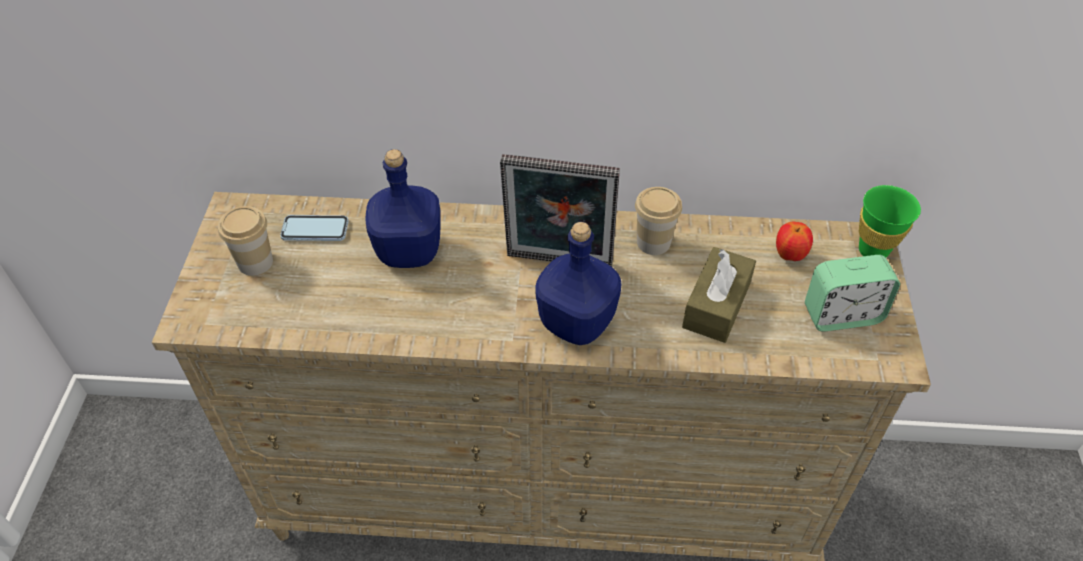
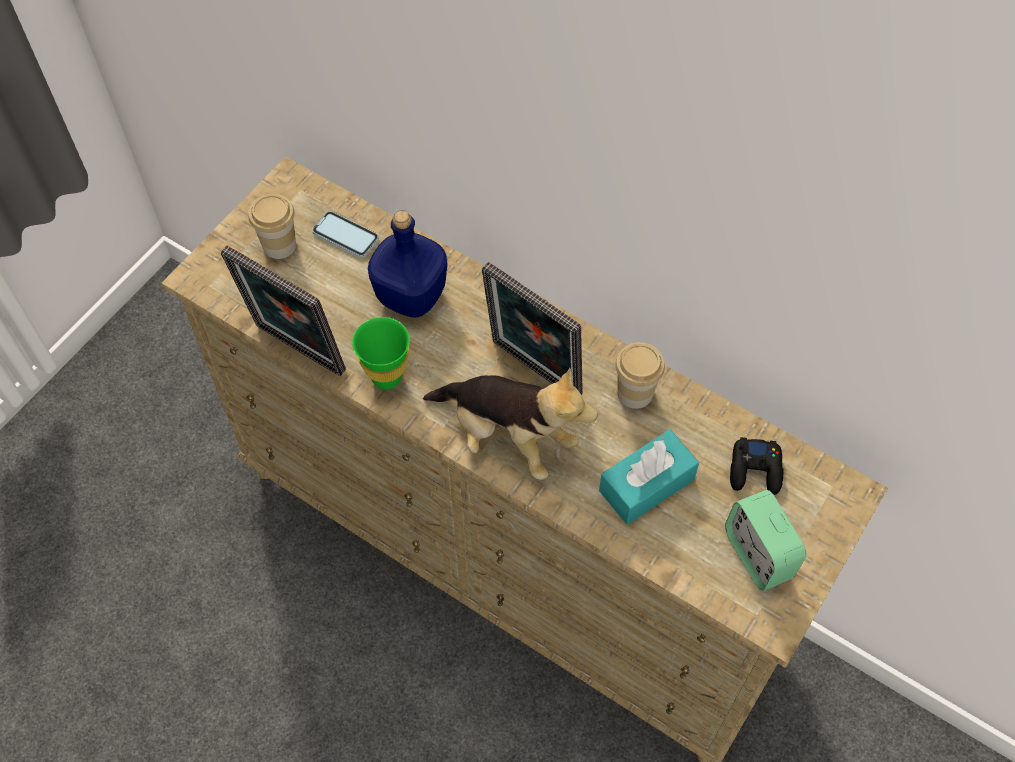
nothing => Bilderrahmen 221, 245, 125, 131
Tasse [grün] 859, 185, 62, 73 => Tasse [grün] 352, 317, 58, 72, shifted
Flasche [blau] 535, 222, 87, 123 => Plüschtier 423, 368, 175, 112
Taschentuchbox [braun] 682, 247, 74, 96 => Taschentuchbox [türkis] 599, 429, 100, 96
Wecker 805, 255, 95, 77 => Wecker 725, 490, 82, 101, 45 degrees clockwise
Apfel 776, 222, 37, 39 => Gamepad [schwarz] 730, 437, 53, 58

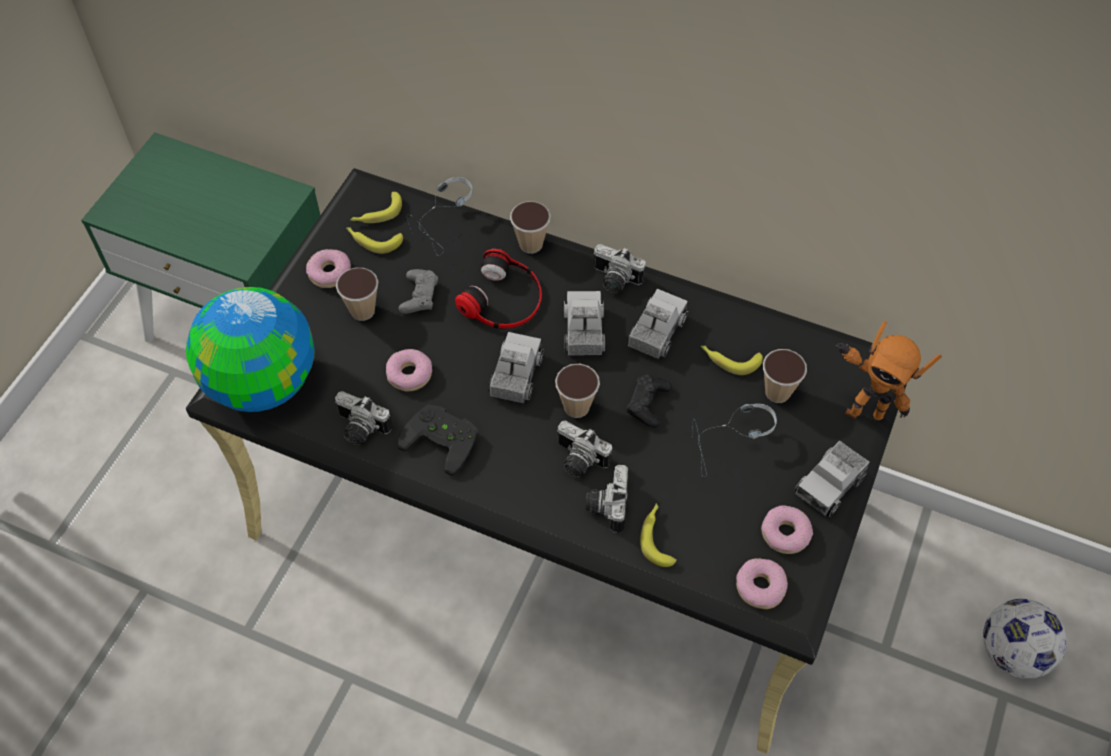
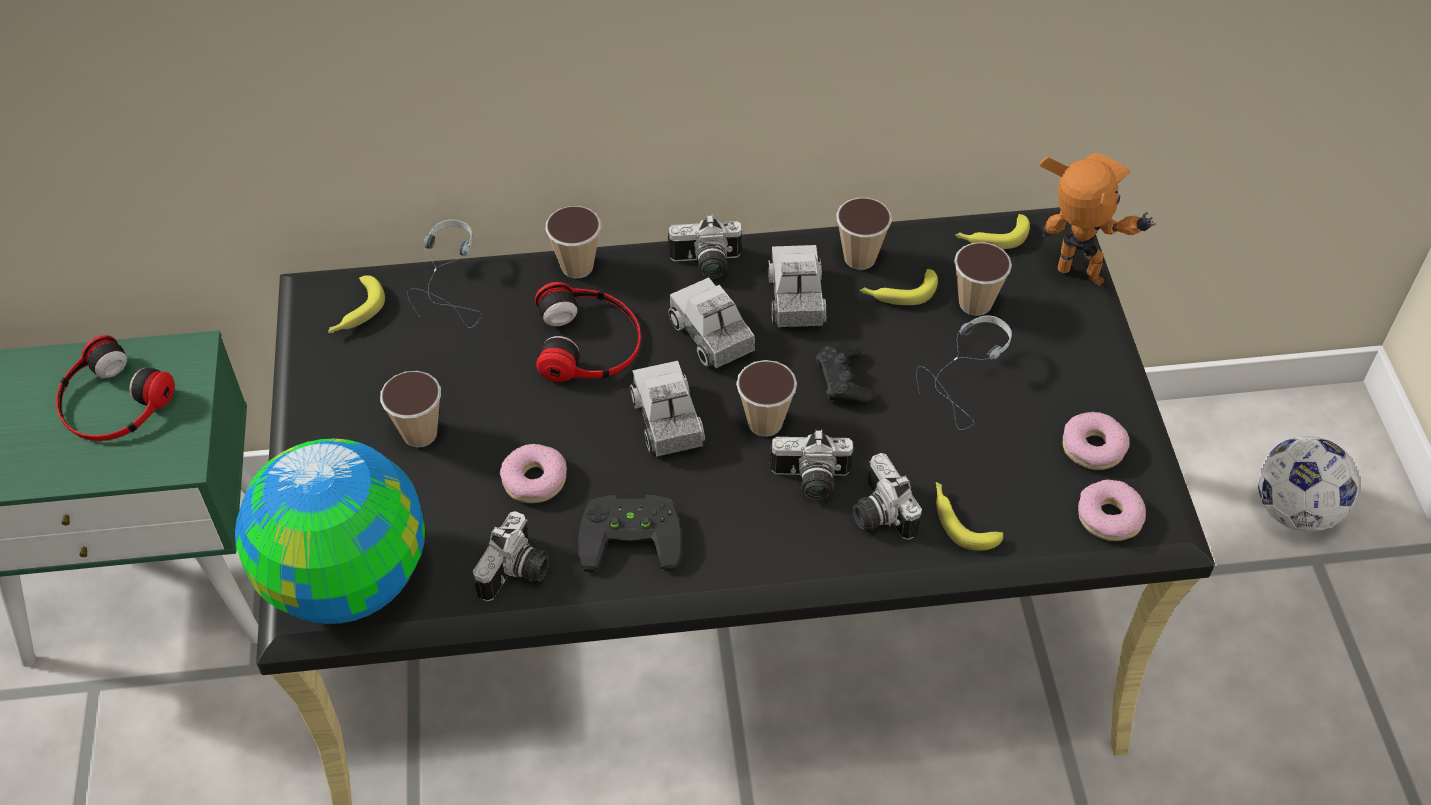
nothing => Kopfhörer 56, 335, 119, 106
Kamera 335, 391, 57, 54 => Kamera 472, 511, 78, 91, 60 degrees counterclockwise
nothing => Tasse 836, 198, 56, 72
Banane 346, 228, 57, 26 => Banane 955, 214, 75, 35, shifted
Spielzeugroboter 836, 321, 106, 99 => Spielzeugroboter 1039, 153, 117, 133, 135 degrees counterclockwise
Donut 306, 249, 45, 39 => nothing
Gamepad [grau] 399, 269, 39, 45 => nothing
Spielzeuglaster 794, 441, 75, 76 => nothing

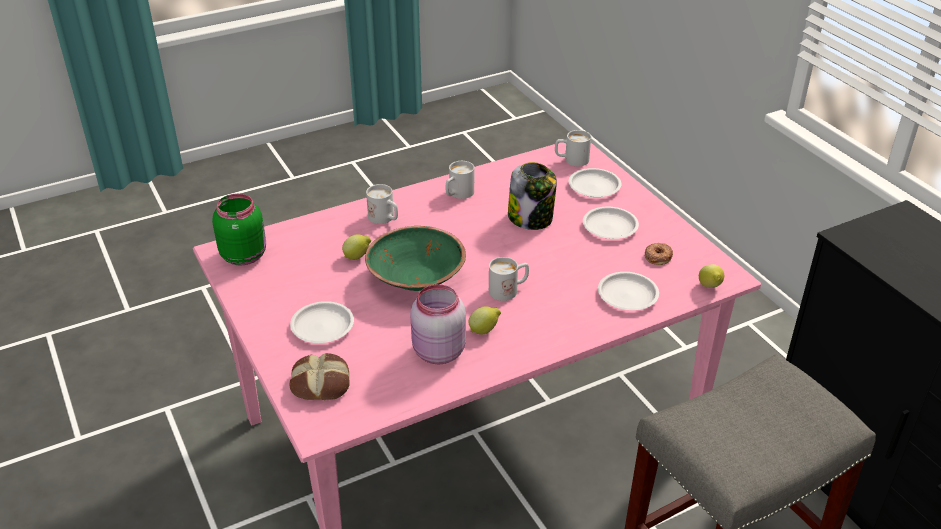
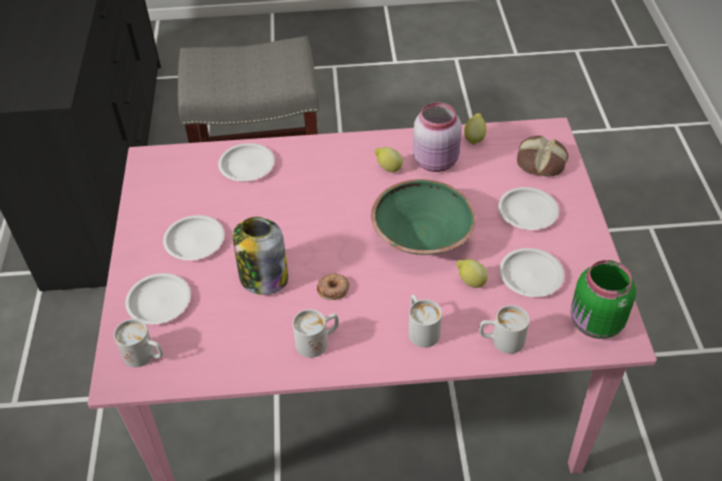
Donut 645, 243, 28, 22 => Donut 317, 273, 33, 27, shifted
Zitrone 699, 264, 25, 24 => Zitrone 464, 113, 22, 32, shifted
Henkelbecher [weiß] 489, 257, 40, 44 => Henkelbecher [weiß] 479, 305, 51, 49, shifted
nothing => Teller [weiß] 499, 248, 65, 49

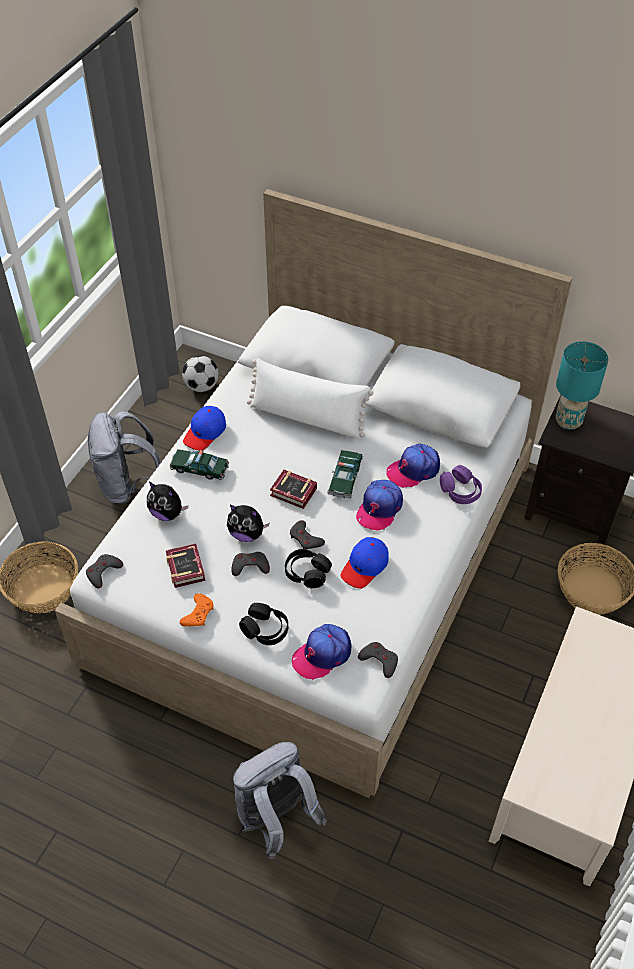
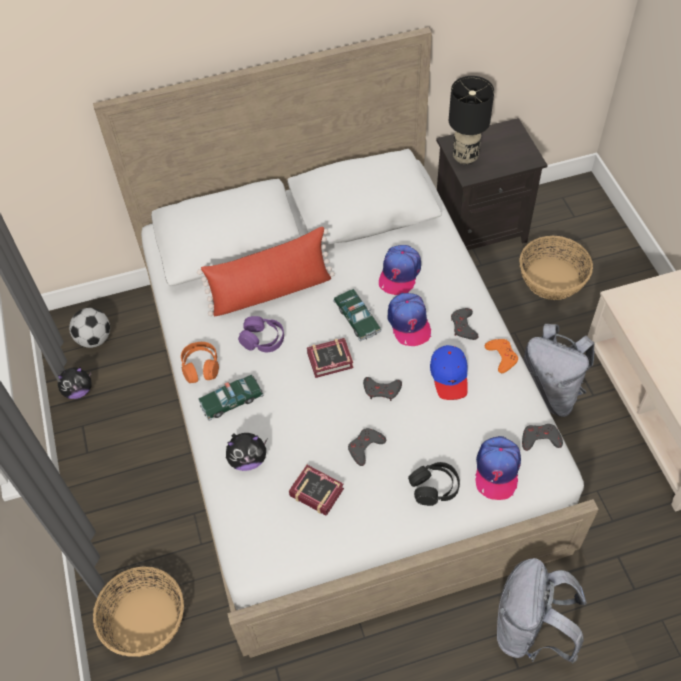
Plüschtier 227, 505, 42, 37 => Plüschtier 58, 367, 34, 32, shifted
Kappe [blau] 183, 406, 43, 45 => Kopfhörer [orange] 181, 342, 38, 41
Kissen [weiß] 247, 358, 127, 80 => Kissen [rot] 197, 227, 138, 89
Kopfhörer [lila] 440, 465, 42, 39 => Kopfhörer [lila] 238, 316, 46, 36, shifted
Tischlampe [türkis] 556, 341, 52, 89 => Tischlampe [schwarz] 449, 76, 45, 88
Gamepad [grau] 86, 554, 37, 35 => Gamepad [grau] 451, 308, 28, 32, shifted
Gamepad [orange] 180, 593, 34, 34 => Gamepad [orange] 485, 339, 33, 34, shifted
Rucksack [grau] 88, 411, 73, 93 => Rucksack [grau] 523, 324, 72, 93, shifted
Kopfhörer [schwarz] 285, 549, 47, 39 => nothing

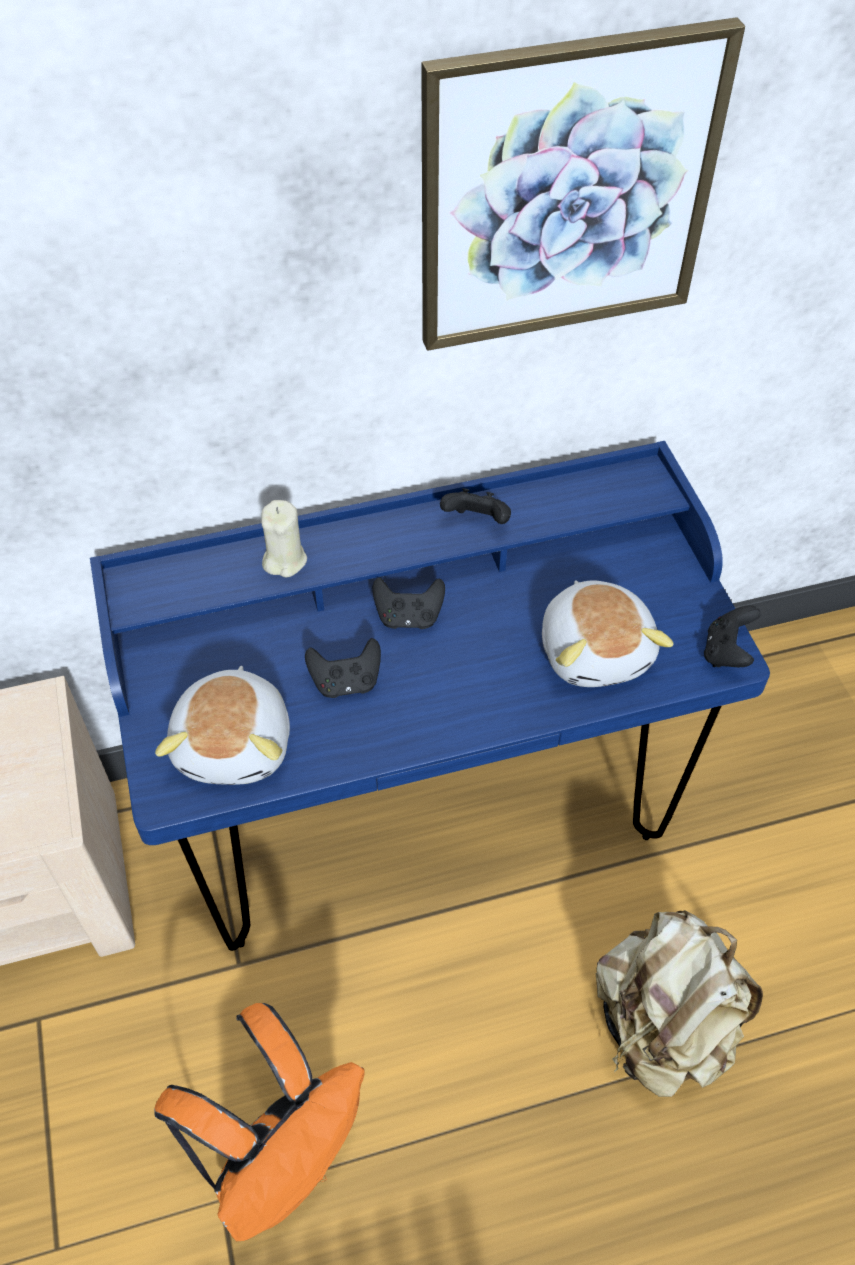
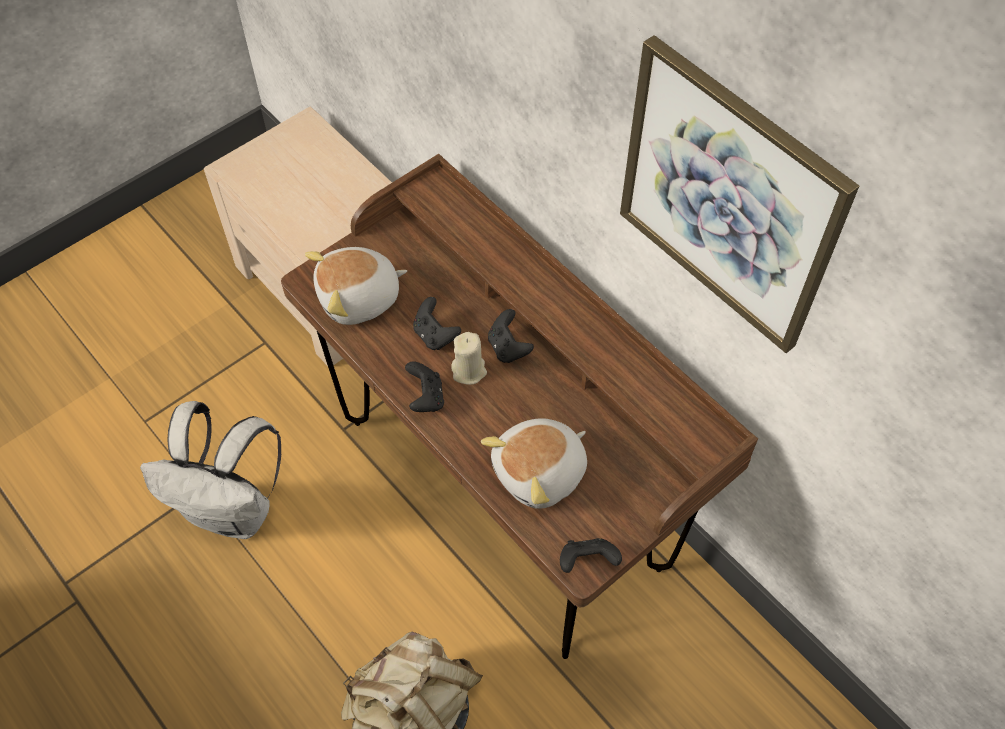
Rucksack [orange] 154, 1003, 211, 238 => Rucksack [weiß] 140, 401, 141, 138
Schreibtisch [blau] 90, 441, 680, 510 => Schreibtisch [braun] 281, 154, 477, 505
Gamepad [schwarz] 440, 488, 71, 36 => Gamepad [schwarz] 405, 362, 39, 50, shifted
Kerze [beige] 261, 500, 46, 77 => Kerze [beige] 451, 332, 36, 53, shifted

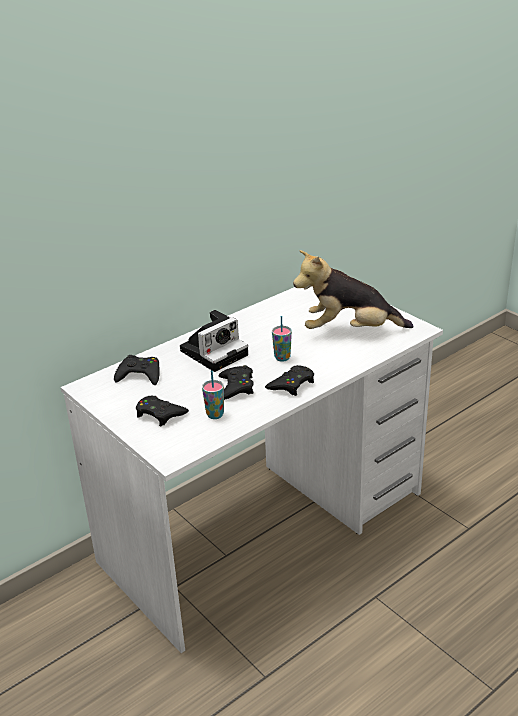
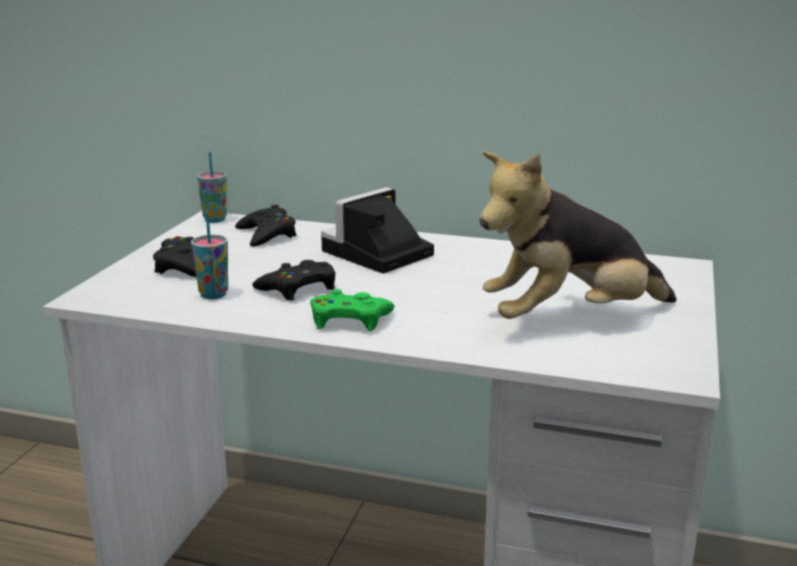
Tasse 272, 316, 20, 46 => Tasse 197, 152, 30, 71, shifted
Gamepad [schwarz] 265, 365, 49, 31 => Gamepad [grün] 310, 289, 85, 43
Kamera 180, 310, 68, 62 => Kamera 321, 187, 113, 87, 120 degrees clockwise
Plüschtier 293, 250, 120, 79 => Plüschtier 479, 151, 198, 168, 75 degrees counterclockwise

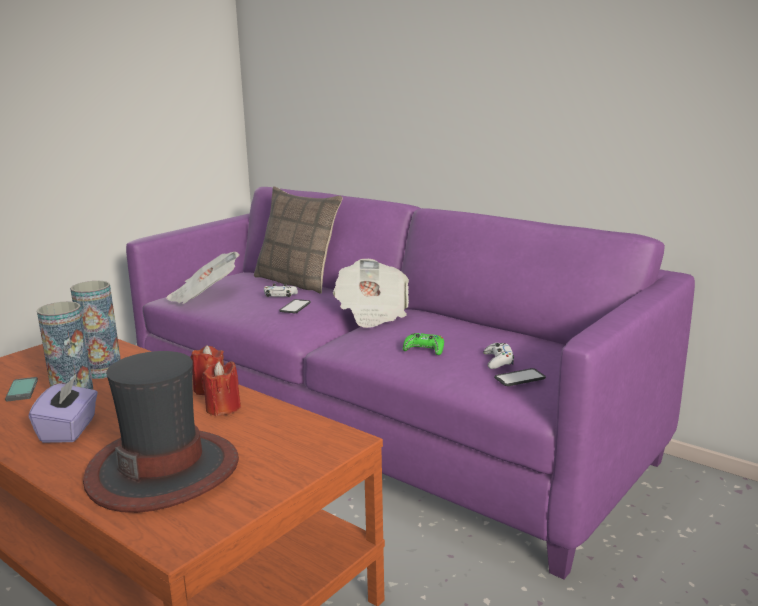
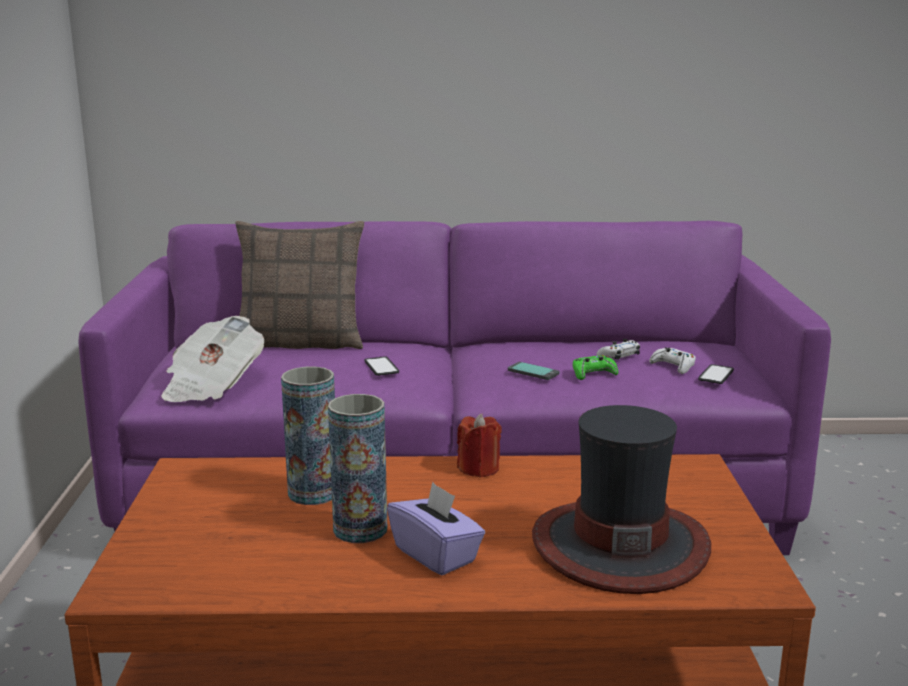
Handy 5, 377, 33, 25 => Handy 508, 362, 51, 18, shifted
Gamepad [weiß] 264, 284, 34, 13 => Gamepad [weiß] 597, 339, 43, 21, shifted
Kerze [rot] 202, 361, 39, 55 => nothing
Zeitung 333, 259, 76, 69 => nothing

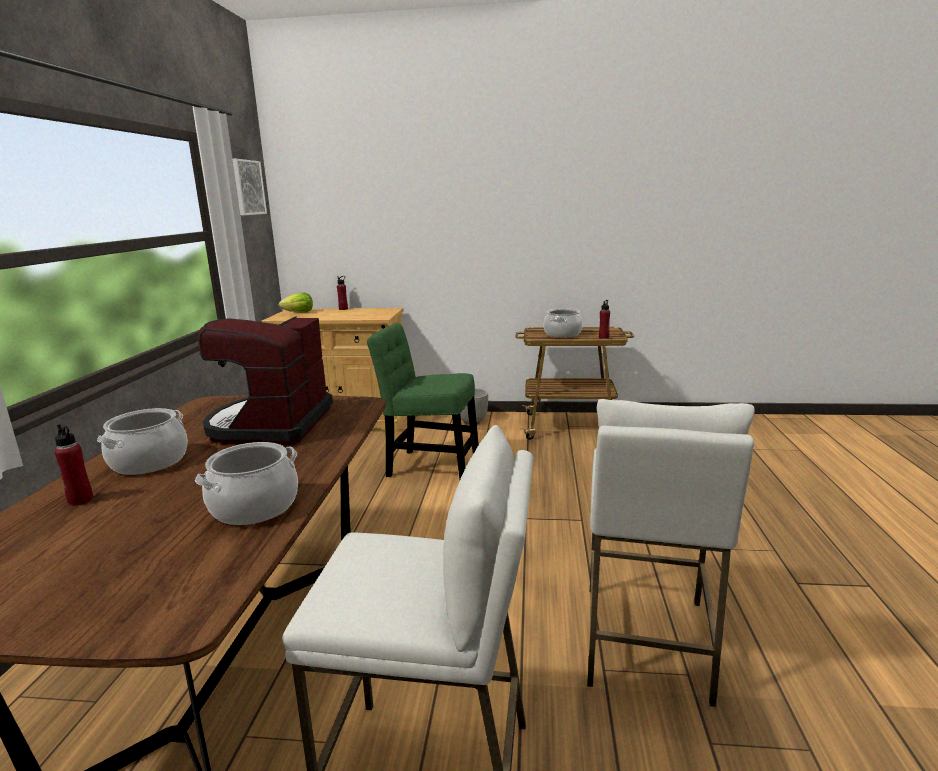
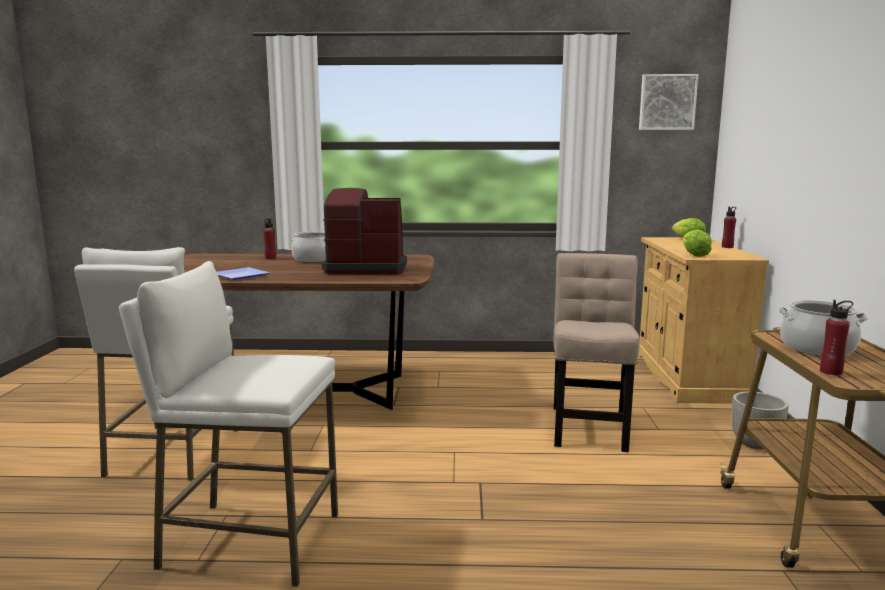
Kochtopf 195, 442, 103, 83 => Teller 217, 267, 52, 13
Stuhl [grün] 367, 323, 112, 156 => Stuhl [beige] 553, 253, 87, 199
nothing => Salatkopf 683, 230, 29, 27

